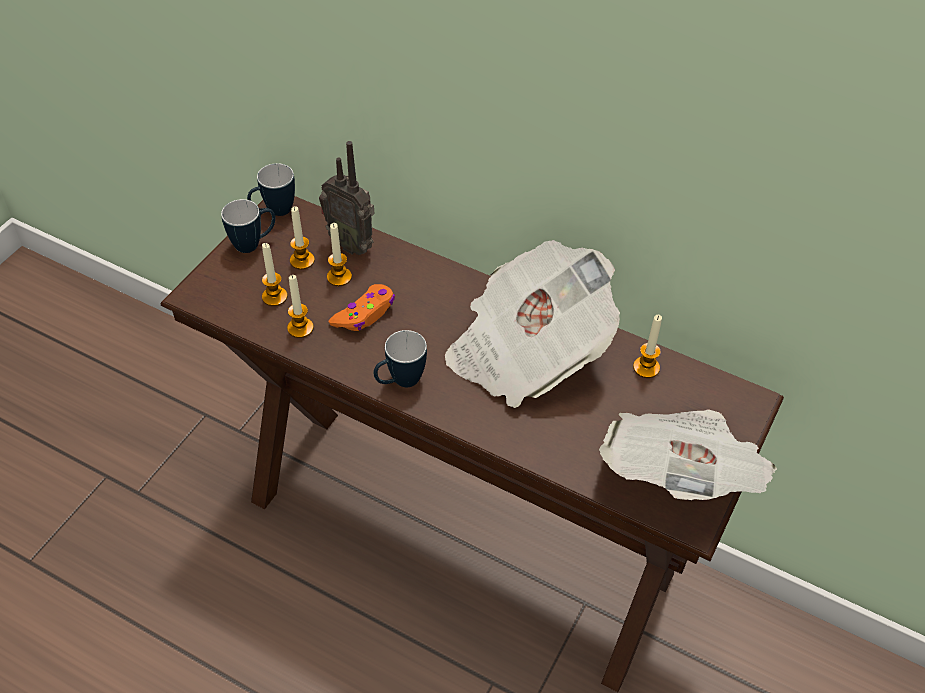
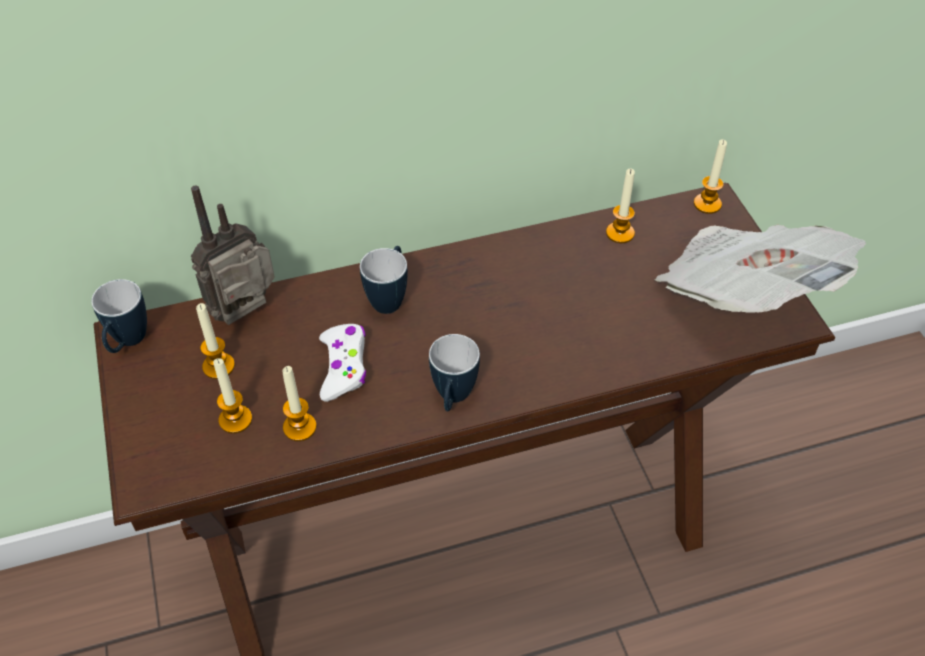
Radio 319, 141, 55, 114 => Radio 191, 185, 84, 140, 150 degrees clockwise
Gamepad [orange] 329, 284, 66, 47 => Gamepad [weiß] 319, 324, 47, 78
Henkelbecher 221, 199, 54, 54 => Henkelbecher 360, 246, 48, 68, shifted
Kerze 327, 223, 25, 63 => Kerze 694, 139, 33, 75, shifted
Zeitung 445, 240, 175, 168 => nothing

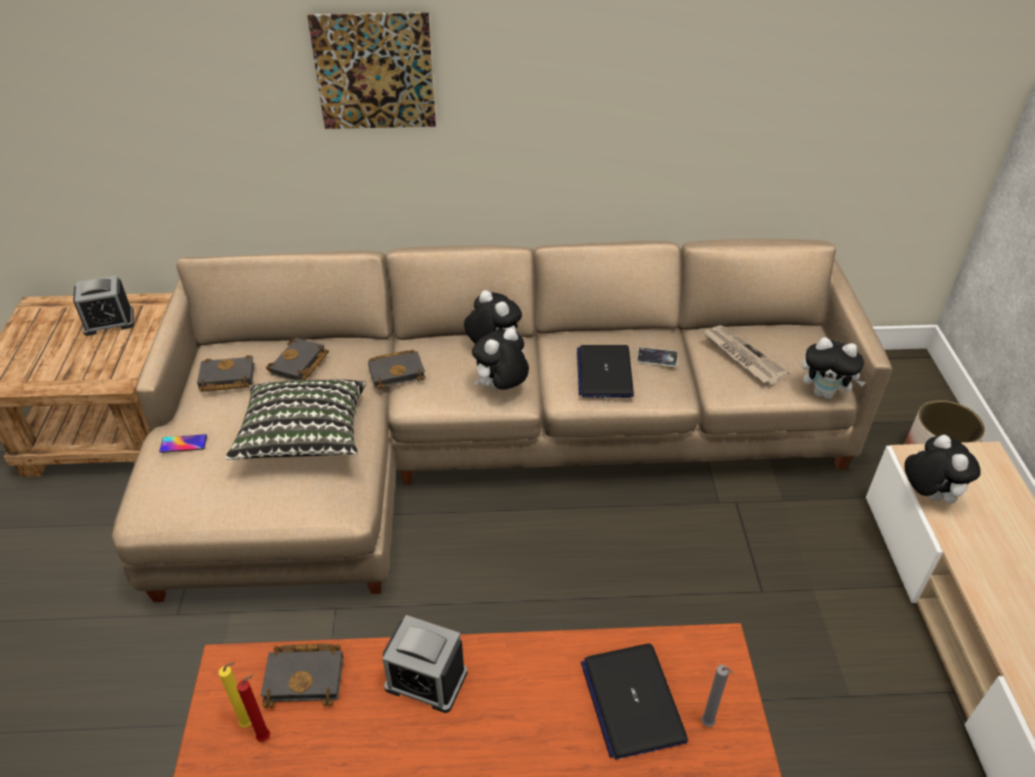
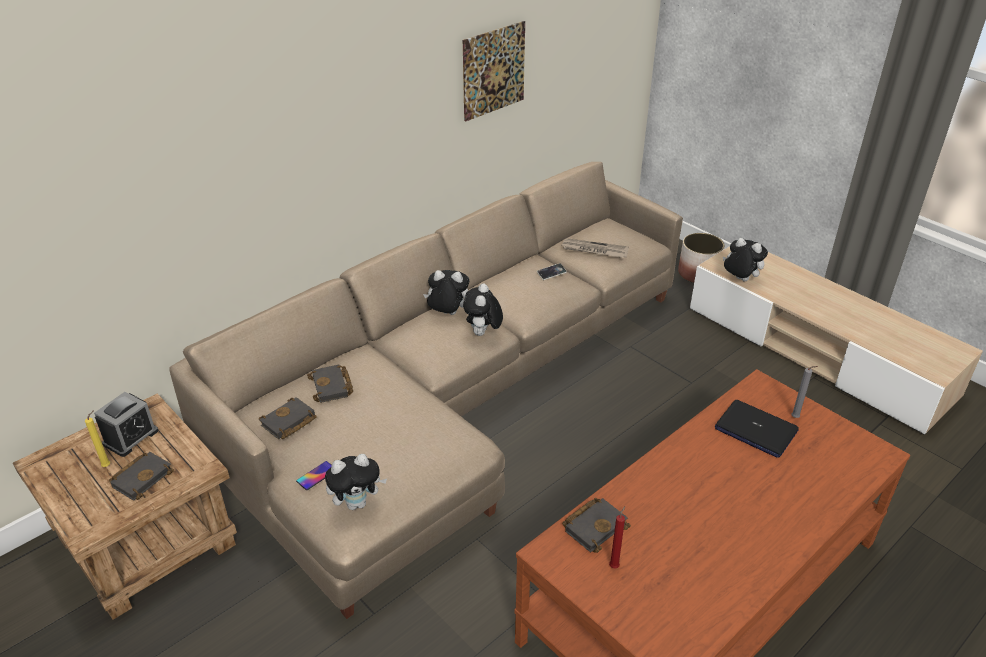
Kerze [gelb] 219, 662, 33, 66 => Kerze [gelb] 85, 410, 25, 57, shifted
Buch [schwarz] 368, 350, 58, 39 => Buch [schwarz] 109, 452, 65, 49, shifted
Plüschtier 802, 337, 64, 62 => Plüschtier 325, 454, 62, 56, shifted
Bild 307, 12, 129, 117 => Bild 463, 21, 62, 101, shifted
Kissen 225, 379, 141, 81 => nothing
Wecker 383, 615, 84, 98 => nothing
Laptop 577, 345, 57, 53 => nothing

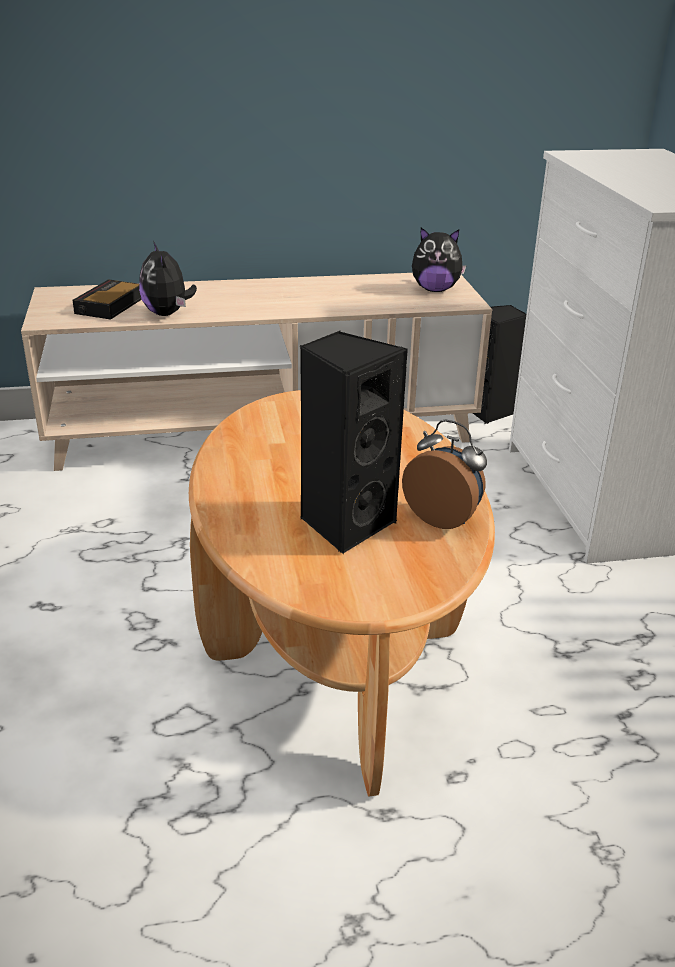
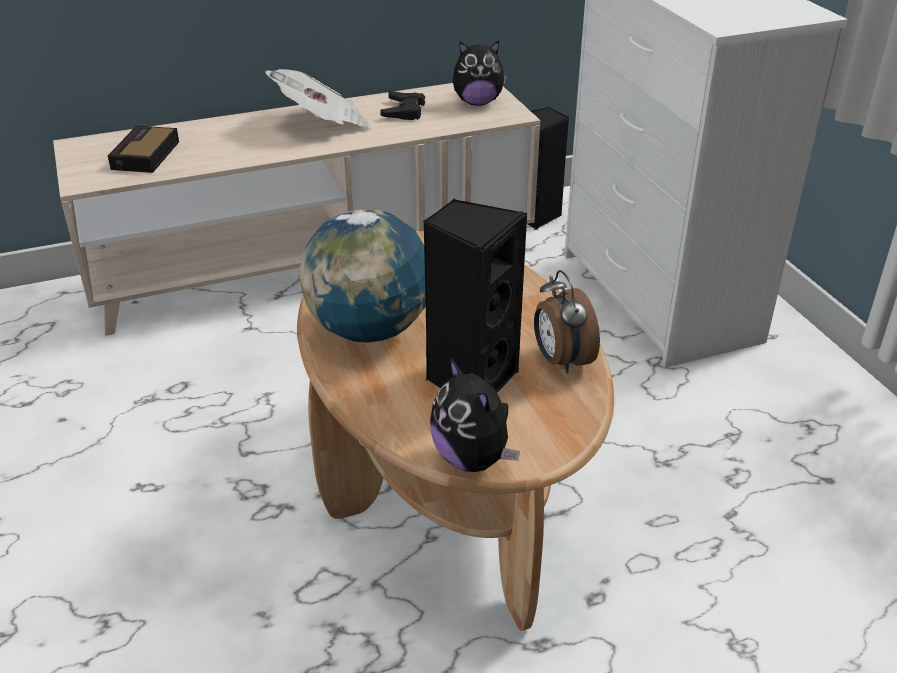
nothing => Zeitung 265, 69, 107, 58
nothing => Globus 299, 209, 127, 134
nothing => Gamepad [schwarz] 380, 91, 45, 29
Plüschtier 139, 241, 58, 75 => Plüschtier 430, 356, 90, 116, shifted
Wecker 402, 420, 85, 109 => Wecker 534, 270, 66, 103, 135 degrees counterclockwise

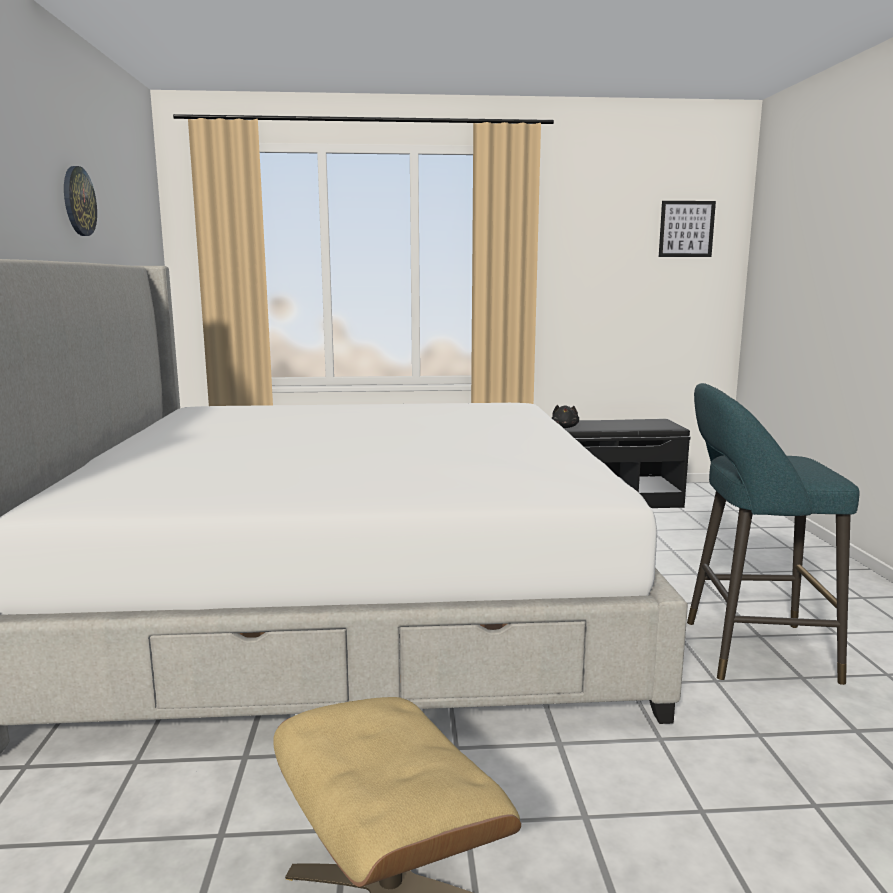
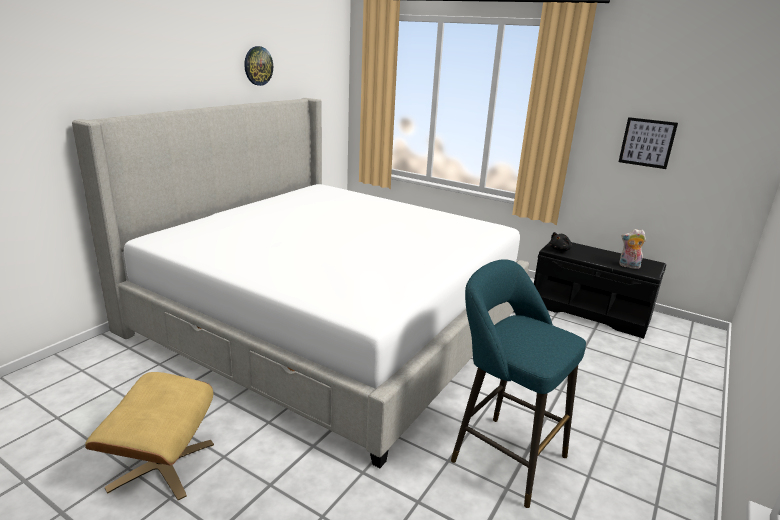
Bild 659, 201, 57, 56 => Bild 619, 117, 59, 52, shifted
nothing => Plüschtier 619, 229, 27, 40

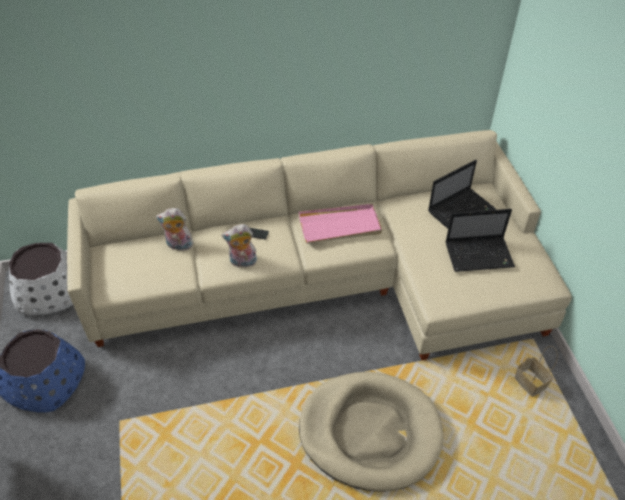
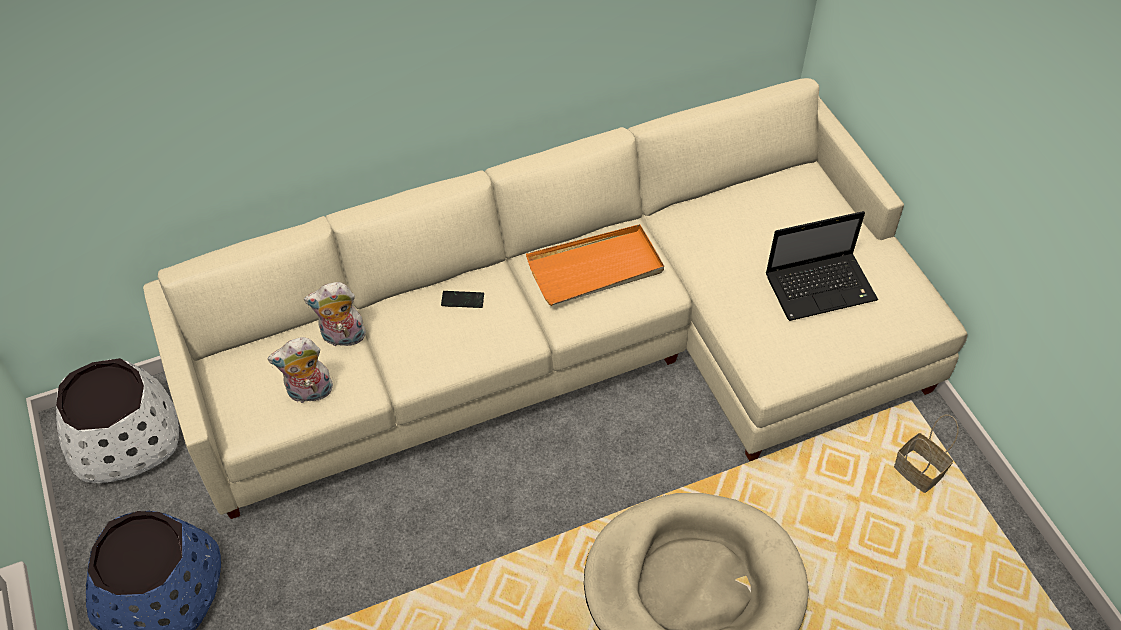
Plüschtier 221, 224, 37, 43 => Plüschtier 267, 337, 66, 67, shifted
Tablett [rosa] 299, 204, 83, 39 => Tablett [orange] 526, 224, 138, 82
Laptop 428, 160, 68, 69 => nothing

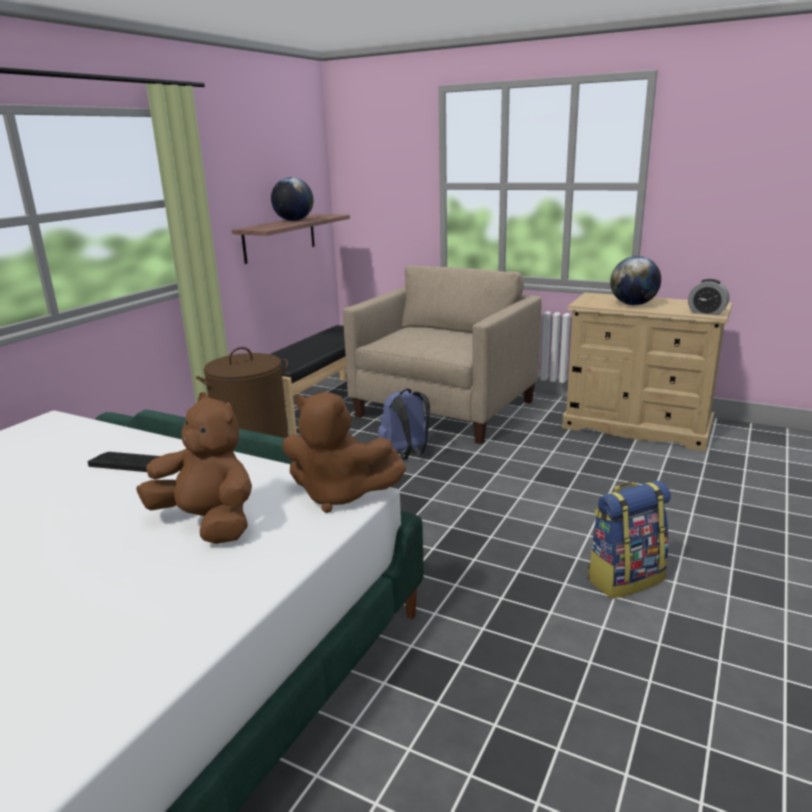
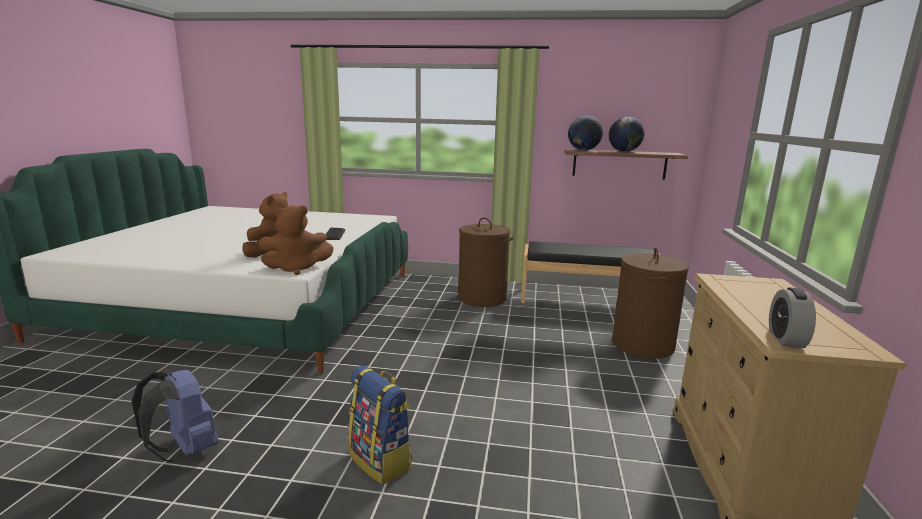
Rucksack [blau] 378, 389, 52, 71 => Rucksack [blau] 131, 370, 87, 92, shifted
Plüschtier [braun] 282, 392, 124, 121 => Plüschtier [braun] 259, 205, 75, 70, 105 degrees counterclockwise
Globus 610, 256, 51, 49 => Globus 568, 116, 35, 35, shifted
Sessel [beige] 343, 266, 199, 178 => Wäschekorb [braun] 612, 247, 77, 112

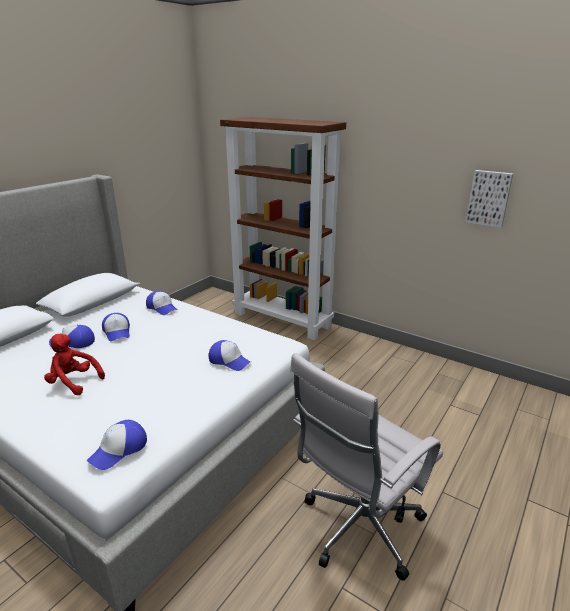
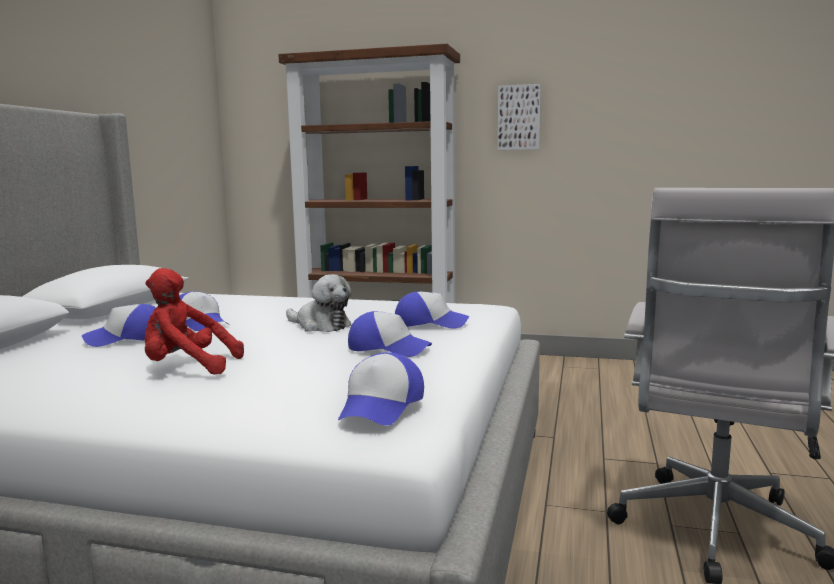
nothing => Plüschtier 286, 274, 66, 58
Kappe 146, 291, 31, 24 => Kappe 348, 311, 84, 46, shifted
Bild 466, 170, 47, 58 => Bild 498, 84, 43, 66, shifted

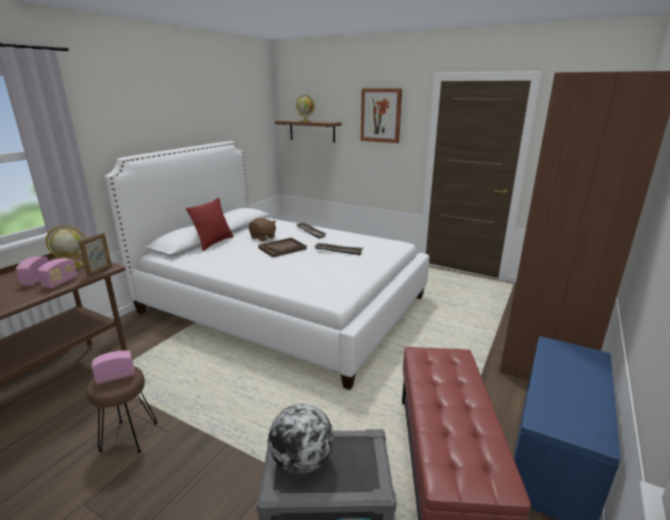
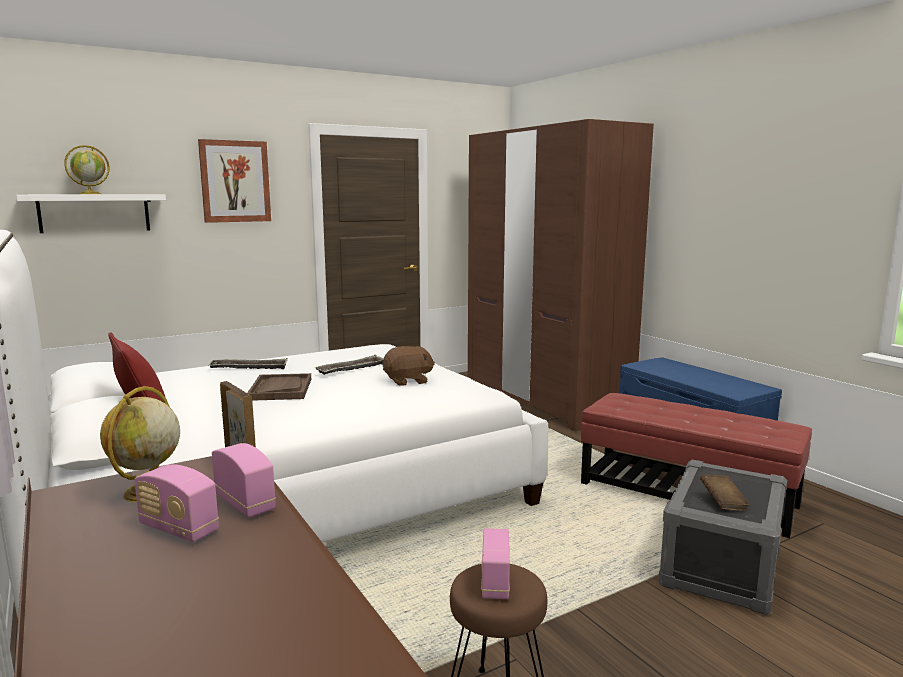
Wandregal [braun] 275, 120, 66, 23 => Wandregal [weiß] 16, 194, 150, 39
Plüschtier [braun] 249, 218, 27, 23 => Plüschtier [braun] 383, 346, 52, 40, shifted
Globus 269, 404, 65, 71 => Buch [braun] 700, 474, 50, 37

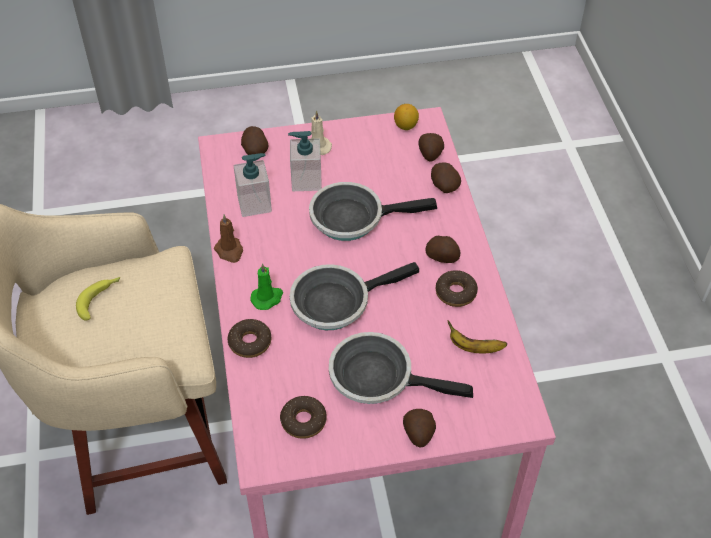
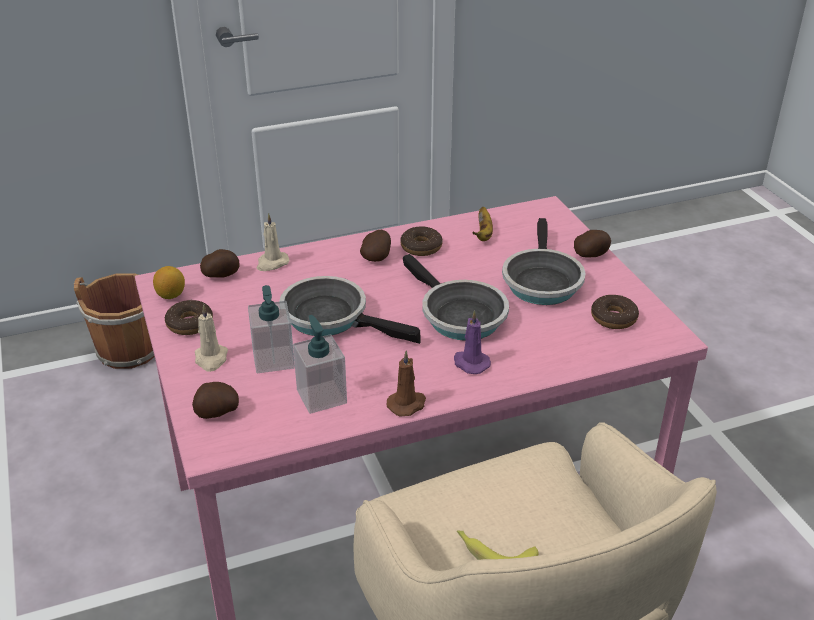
nothing => Eimer [braun] 74, 273, 81, 96
Donut 228, 319, 43, 39 => Donut 165, 299, 48, 36, shifted
Kartoffel 431, 162, 30, 31 => Kerze [beige] 257, 213, 32, 58
Pfanne 309, 182, 128, 59 => Pfanne 280, 276, 141, 68, 135 degrees clockwise
Kerze [grün] 250, 263, 33, 47 => Kerze [lila] 454, 310, 37, 64

